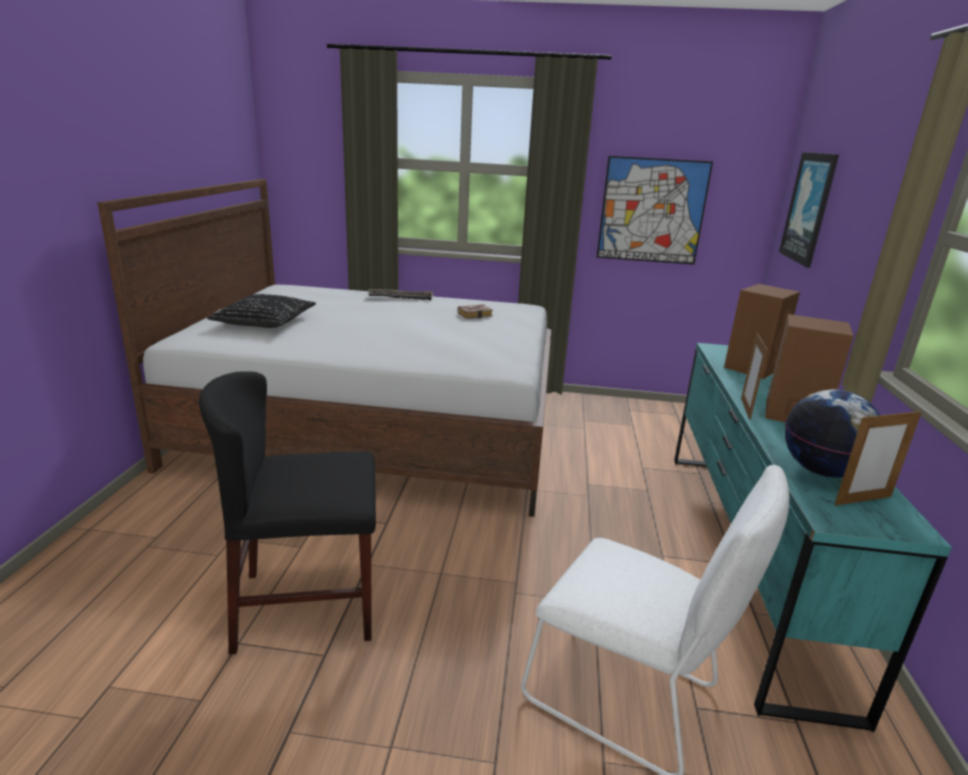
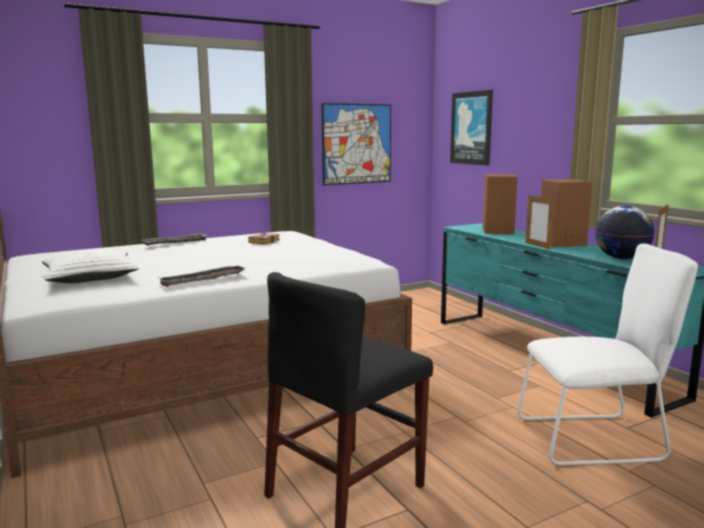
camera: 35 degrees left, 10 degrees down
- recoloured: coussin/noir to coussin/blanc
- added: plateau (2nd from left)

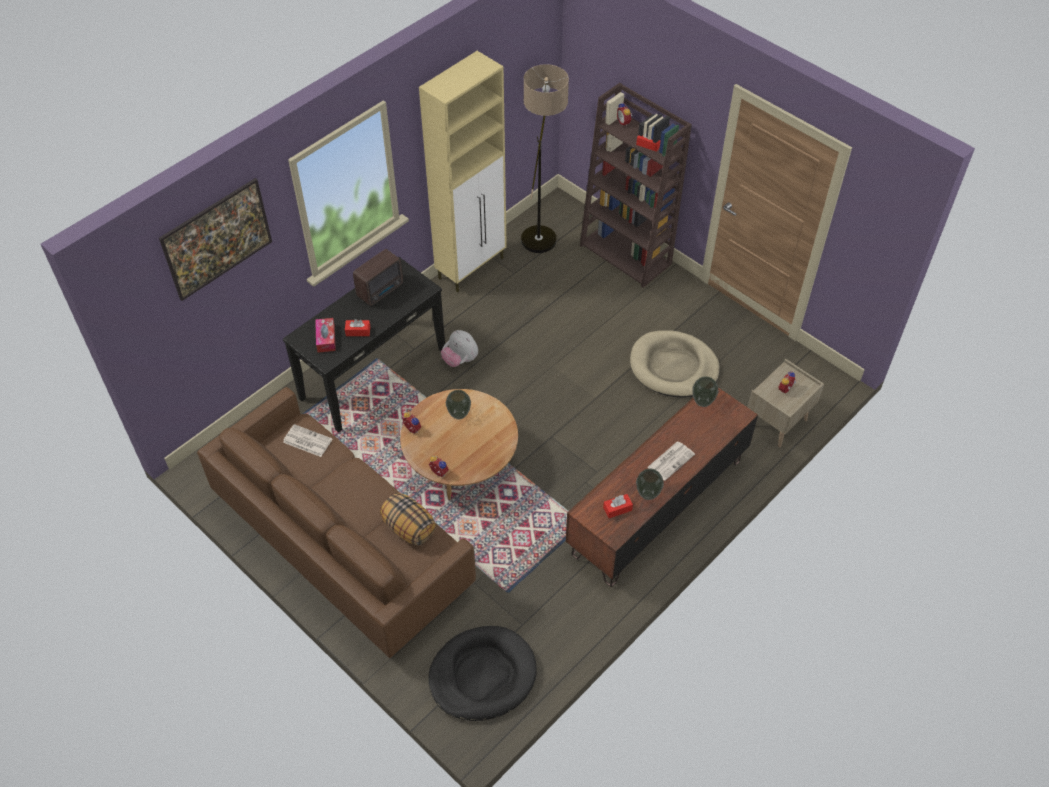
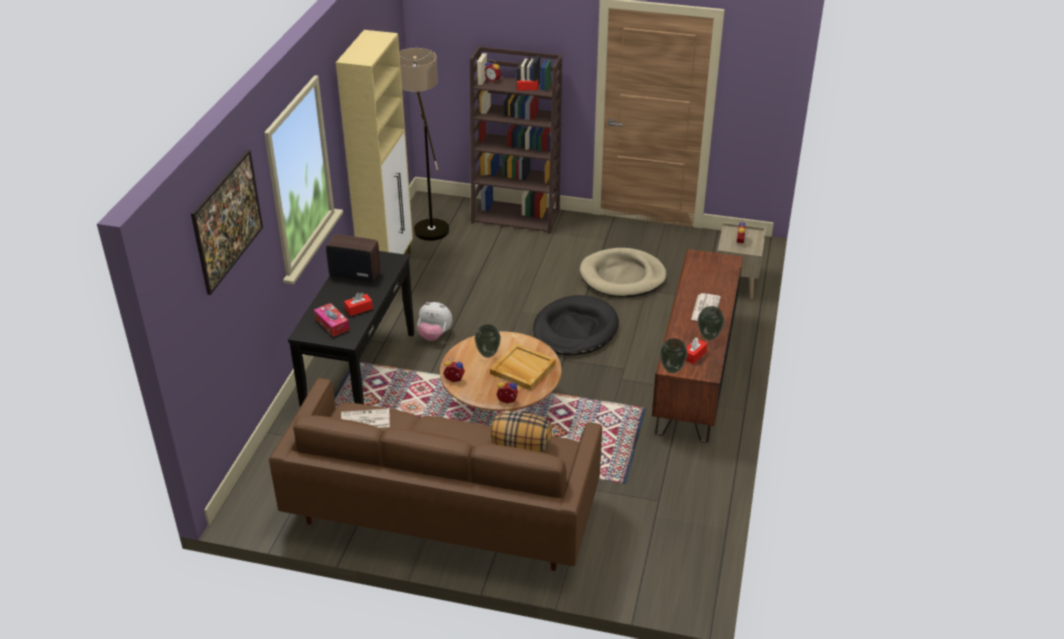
camera: 30 degrees left, 15 degrees down
- turned: radio 90 degrees counterclockwise
- moved: panier pour chien/noir
- moved: vase (3rd from left in the first image) to vase (2nd from left)
- added: plateau/beige

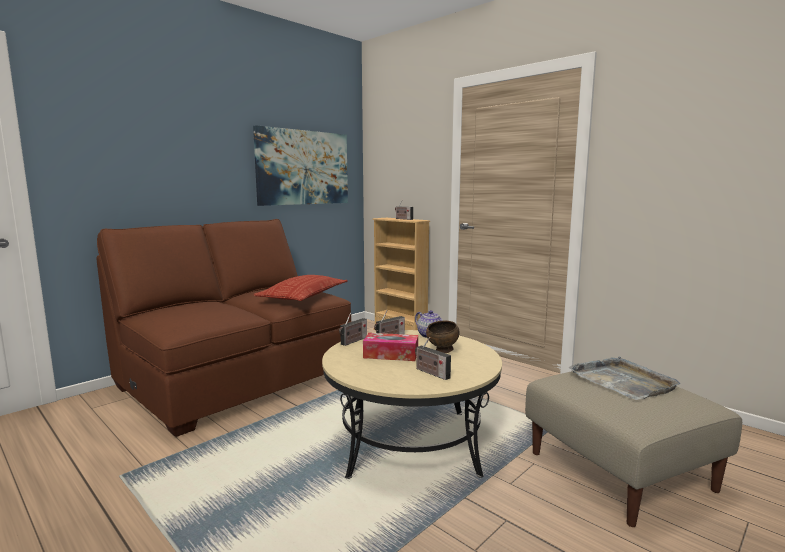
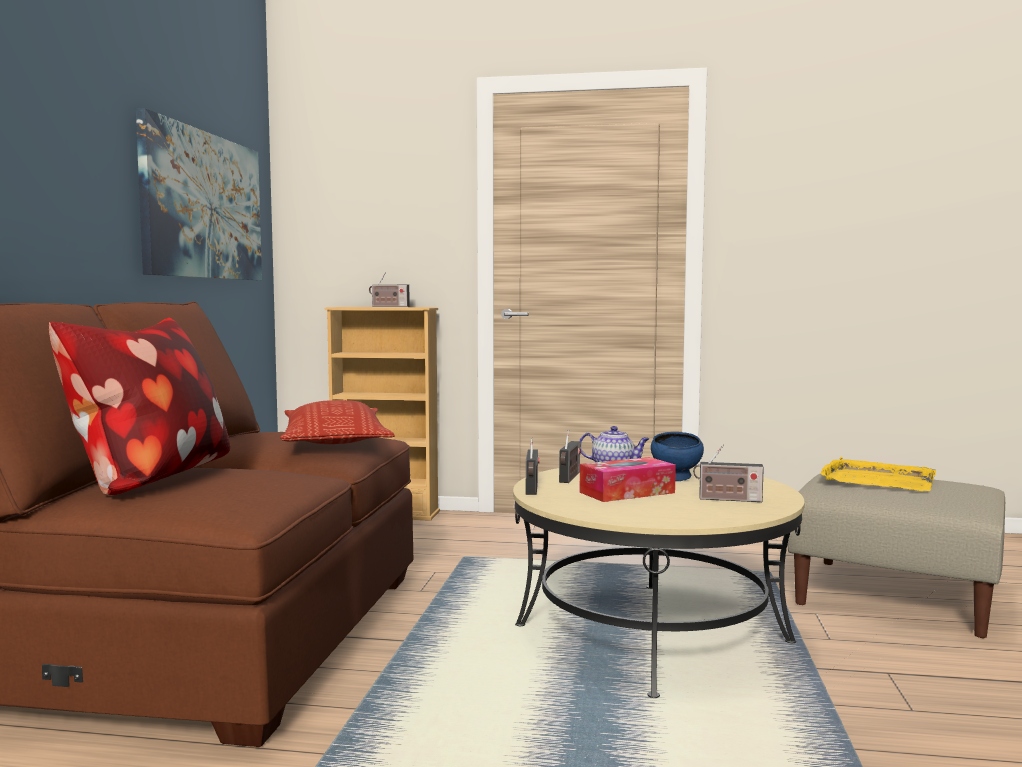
camera: 35 degrees left, 5 degrees down
- recoloured: bol/marron to bol/bleu
- recoloured: plateau/gris to plateau/jaune
- added: coussin (1st from left)

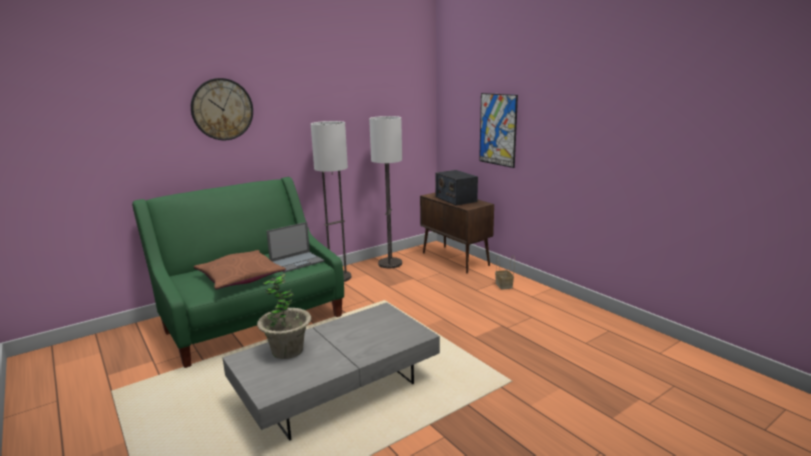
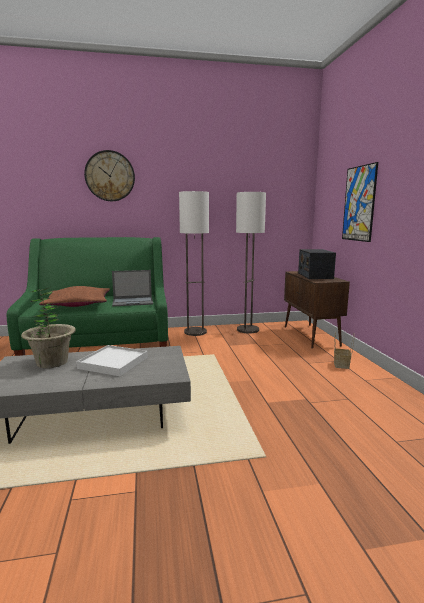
camera: 25 degrees right, 5 degrees down
- added: plateau/blanc

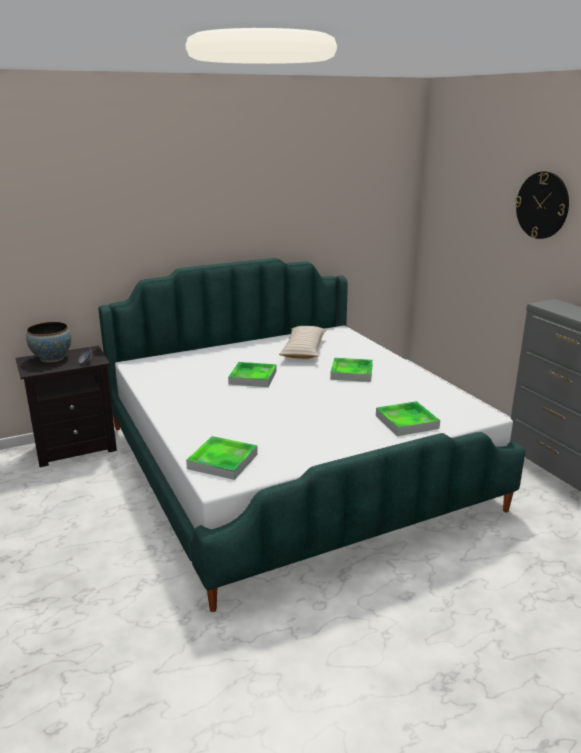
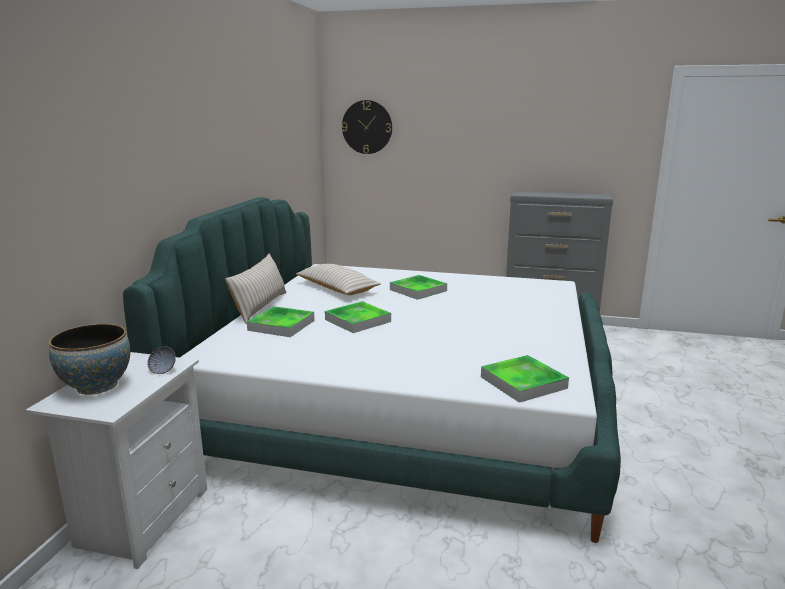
camera: 50 degrees left, 5 degrees down
- recoloured: table de chevet/noir to table de chevet/blanc
- moved: plateau (4th from left in the first image) to plateau (1st from left)
- moved: horloge murale
- added: coussin/beige (1st from left)

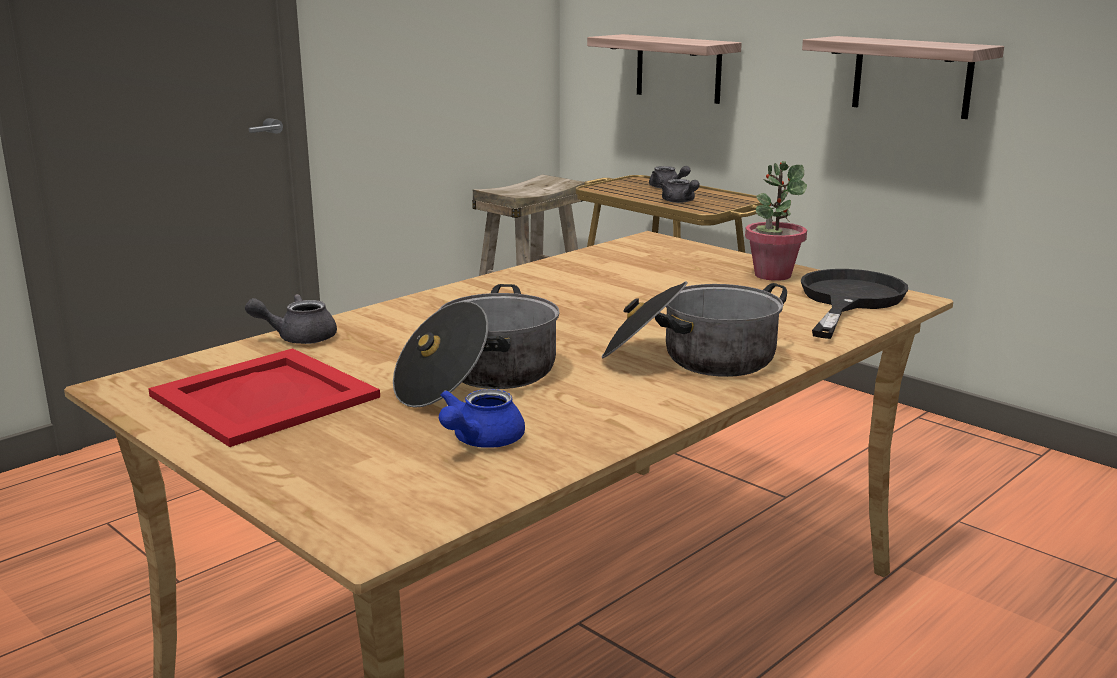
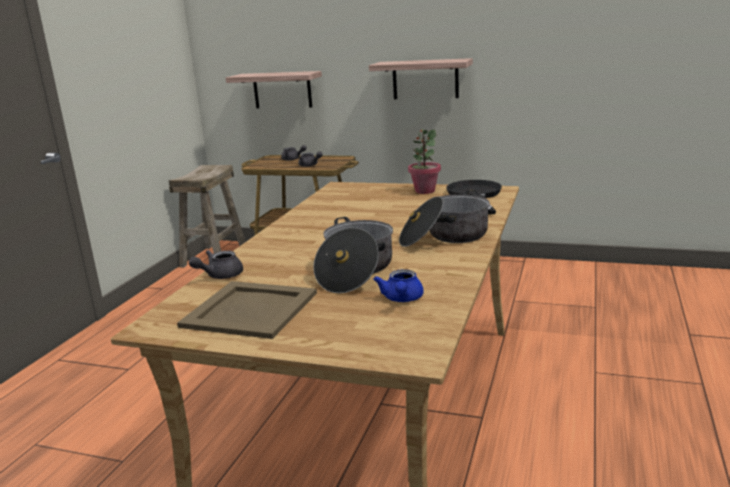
camera: 25 degrees left, 0 degrees up
- recoloured: plateau/rouge to plateau/beige

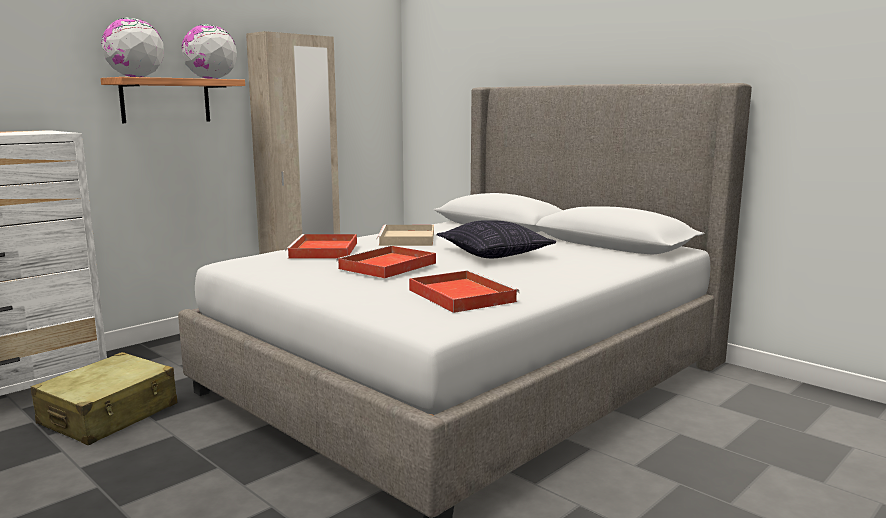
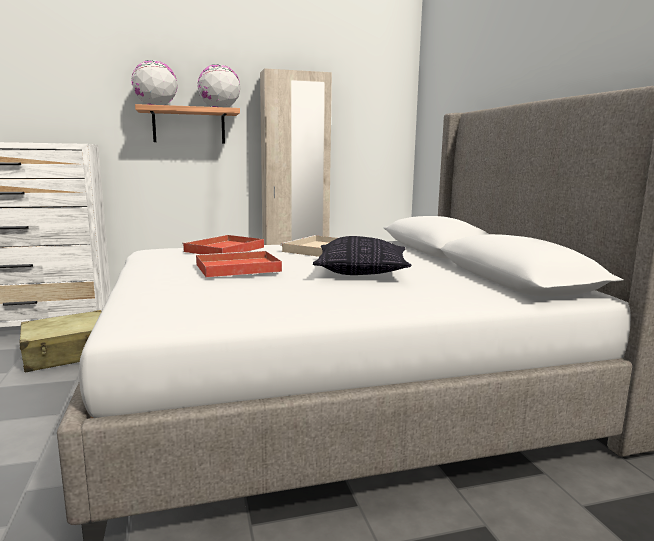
camera: 30 degrees right, 0 degrees up
- removed: plateau/rouge (3rd from left)

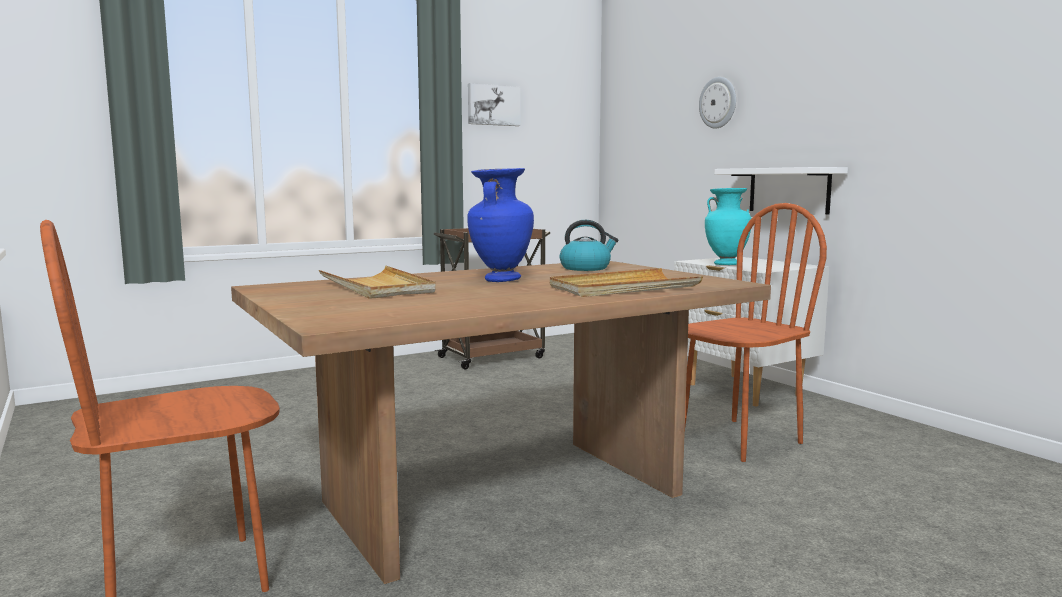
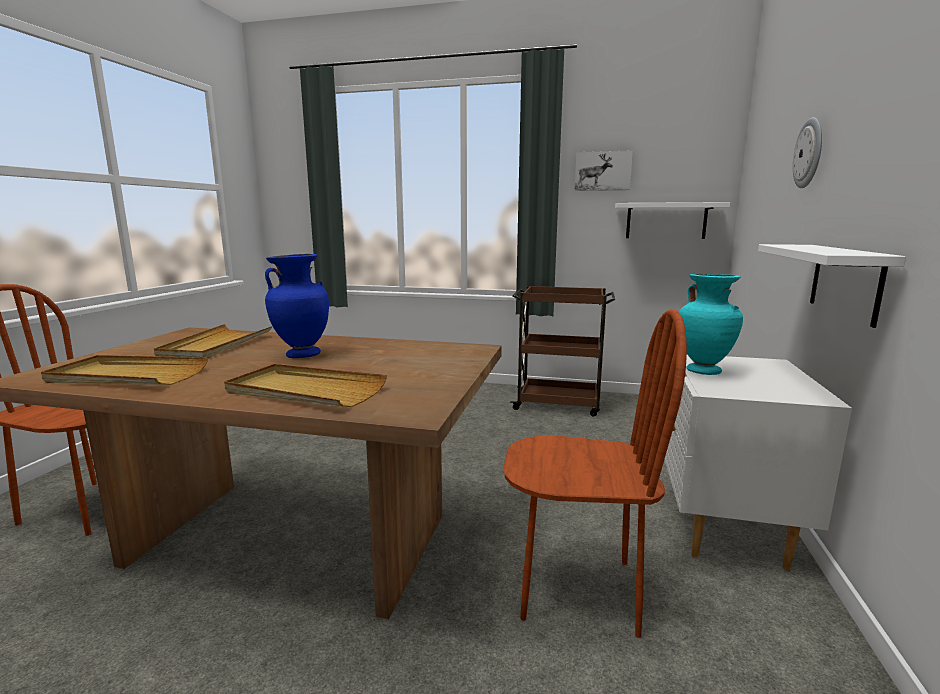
camera: 45 degrees right, 5 degrees up
- removed: bouilloire
- added: plateau/beige (1st from left)
- added: étagère/blanc (1st from left)

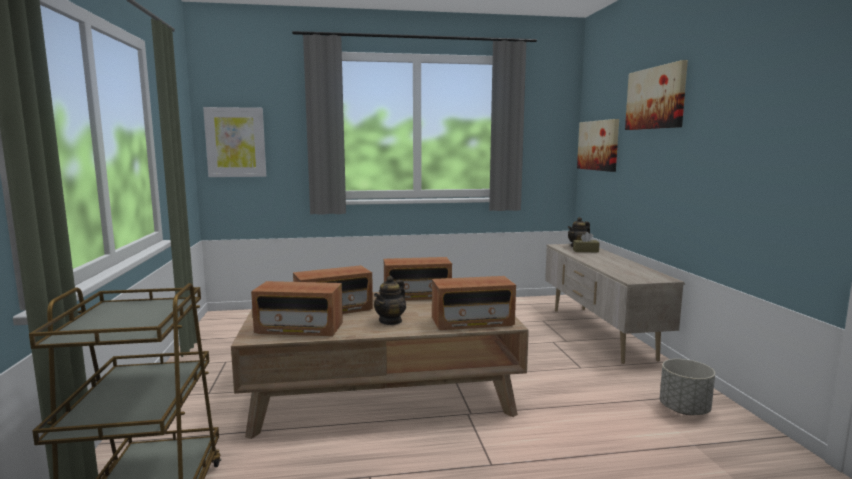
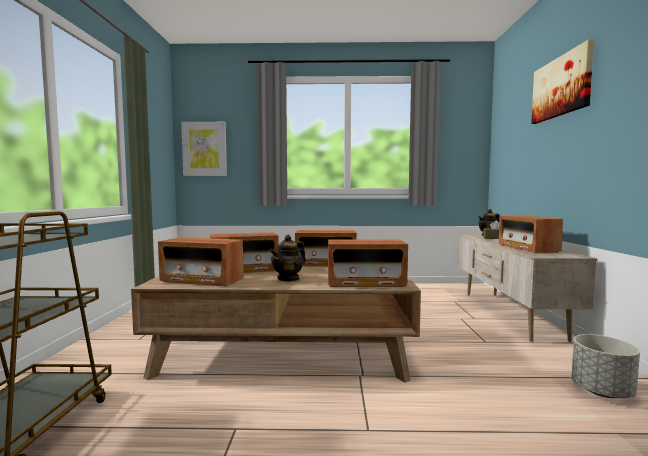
camera: 10 degrees right, 5 degrees down
- removed: tableau (2nd from left)
- added: radio (5th from left)

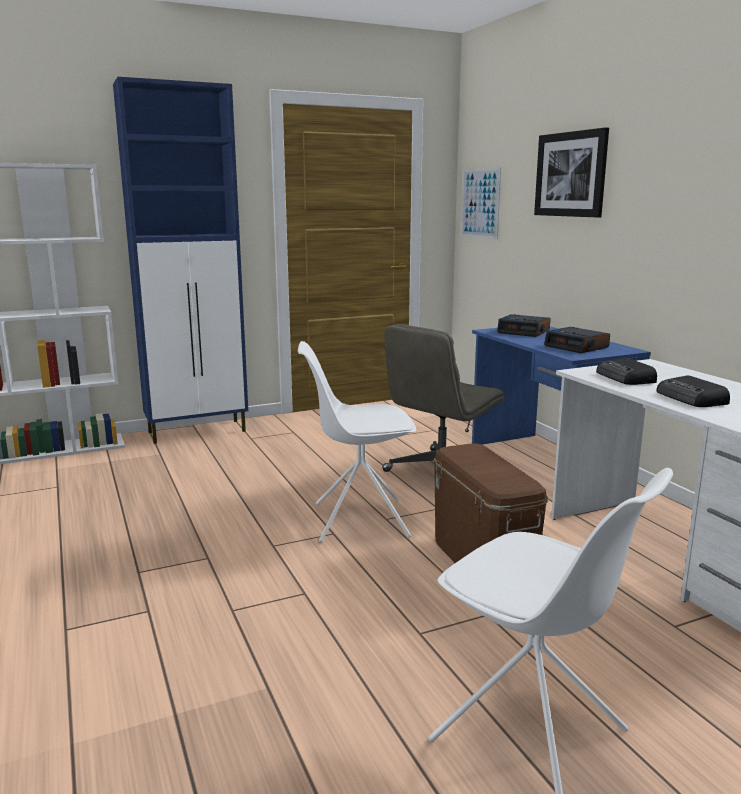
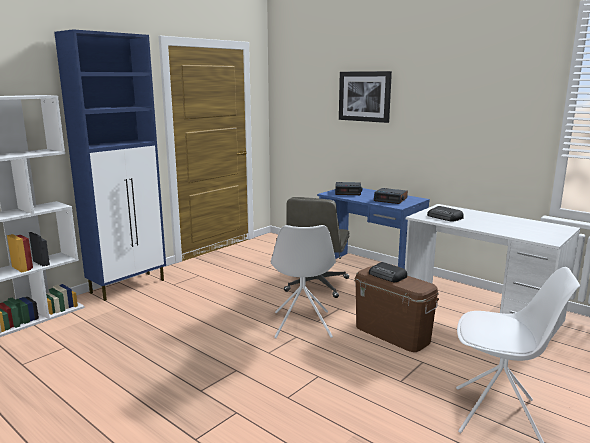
camera: 25 degrees left, 0 degrees up
- turned: chaise/blanc (1st from left) 60 degrees counterclockwise
- removed: tableau (1st from left)
- moved: radio (2nd from left in the first image) to radio (1st from left)

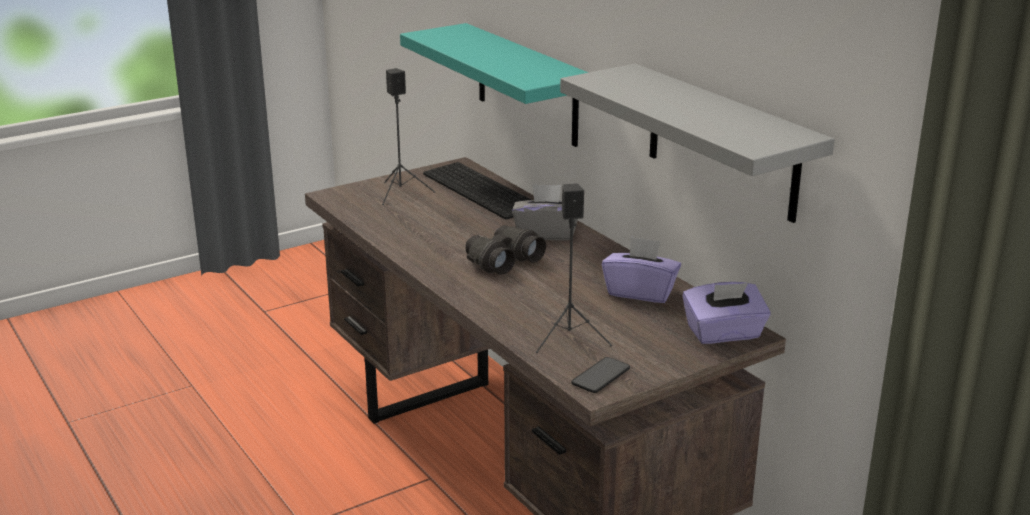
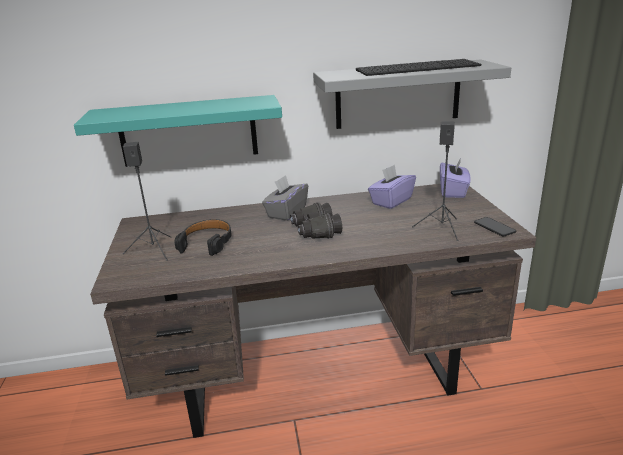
camera: 65 degrees left, 0 degrees up
- moved: clavier
- added: casque audio/noir

